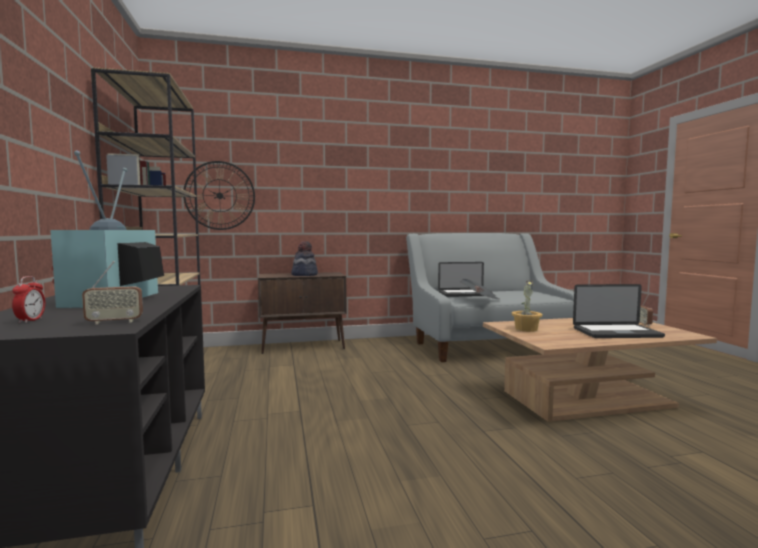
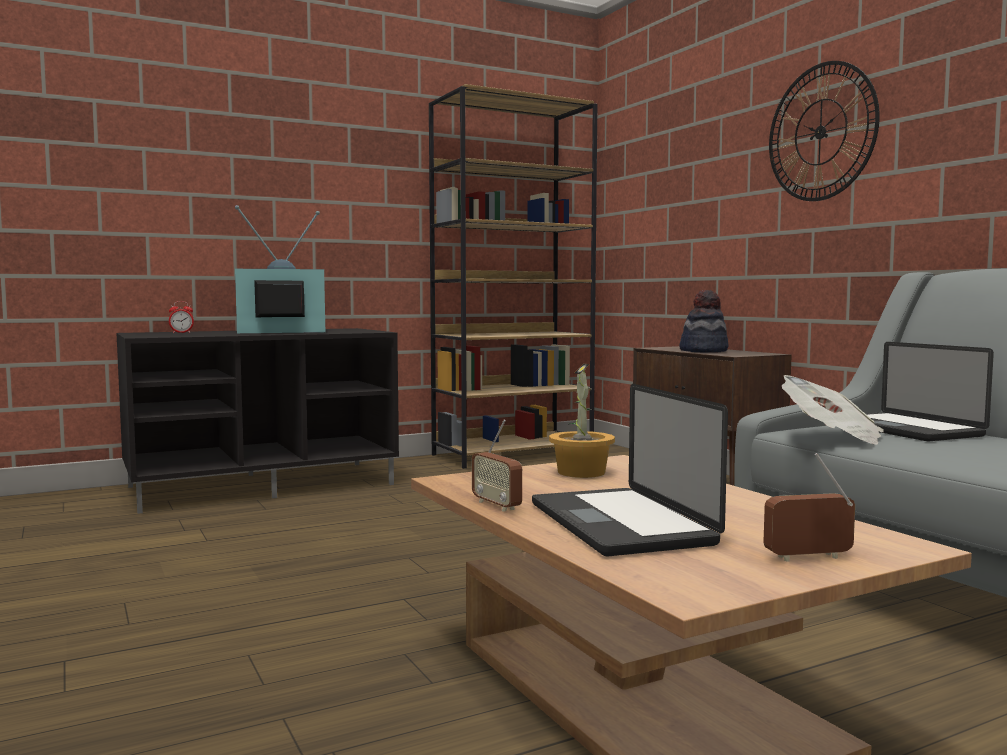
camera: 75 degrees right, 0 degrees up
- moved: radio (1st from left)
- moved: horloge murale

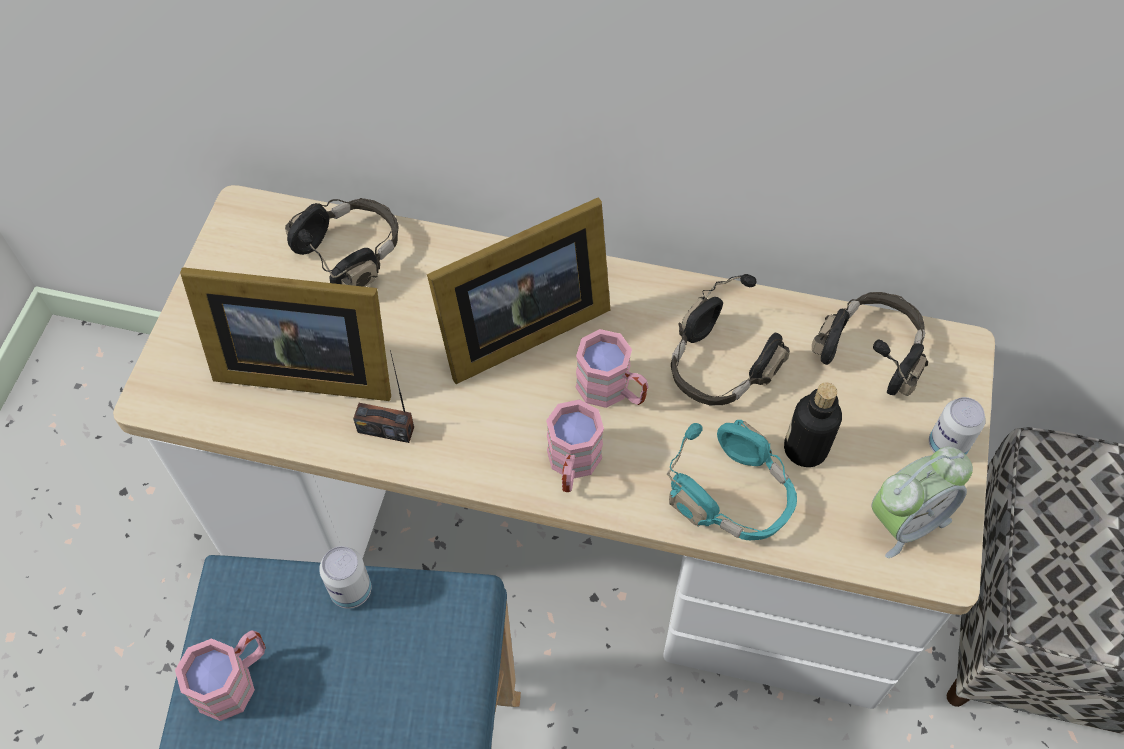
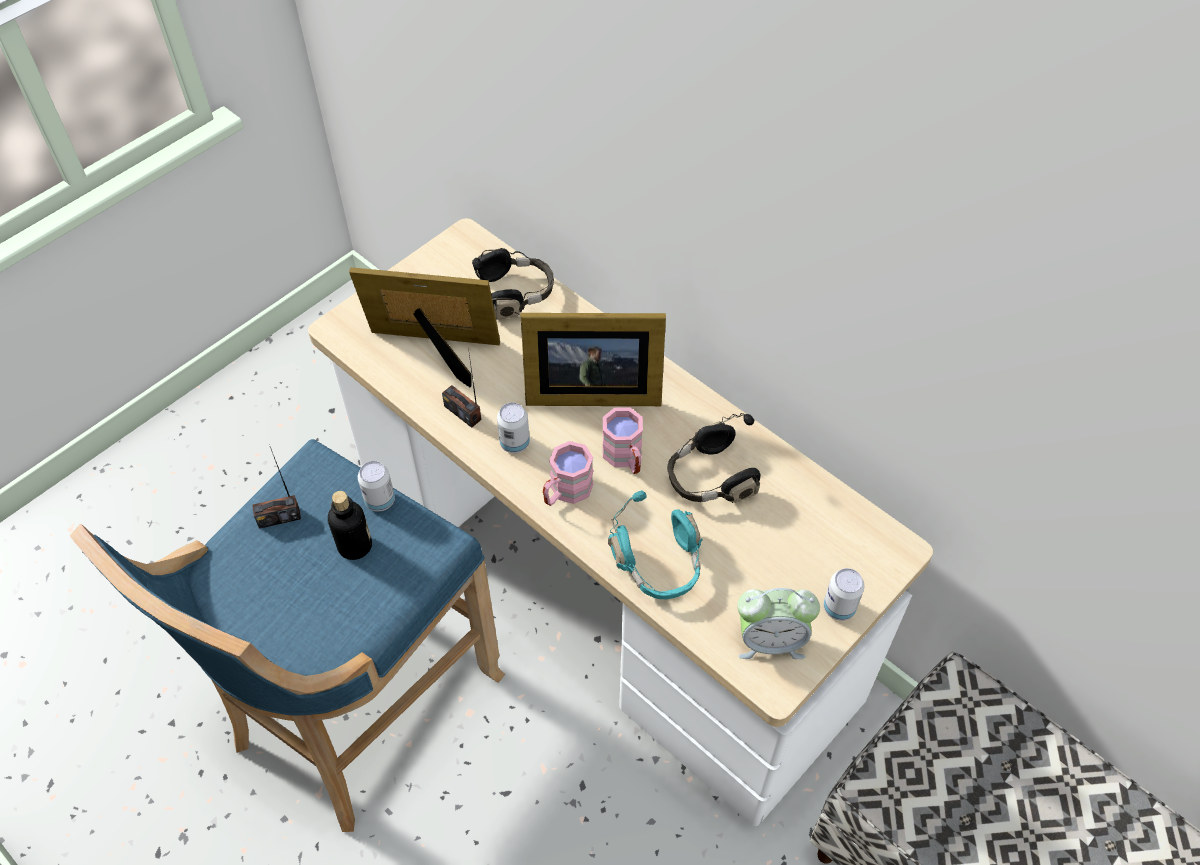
camera: 30 degrees right, 5 degrees down
- replaced: mug/rose (1st from left) to radio (1st from left)
- turned: cadre photo (1st from left) 150 degrees clockwise
- moved: bouteille
- removed: casque audio/noir (3rd from left)
- added: boîte métallique (2nd from left)

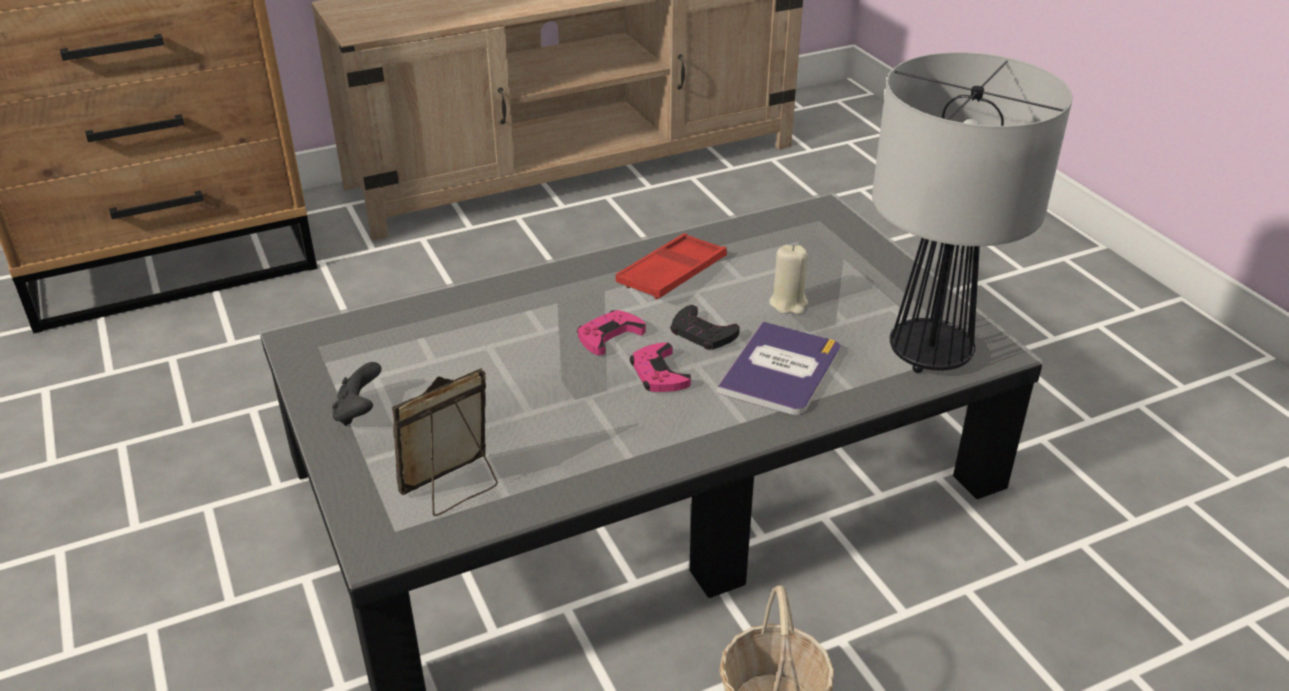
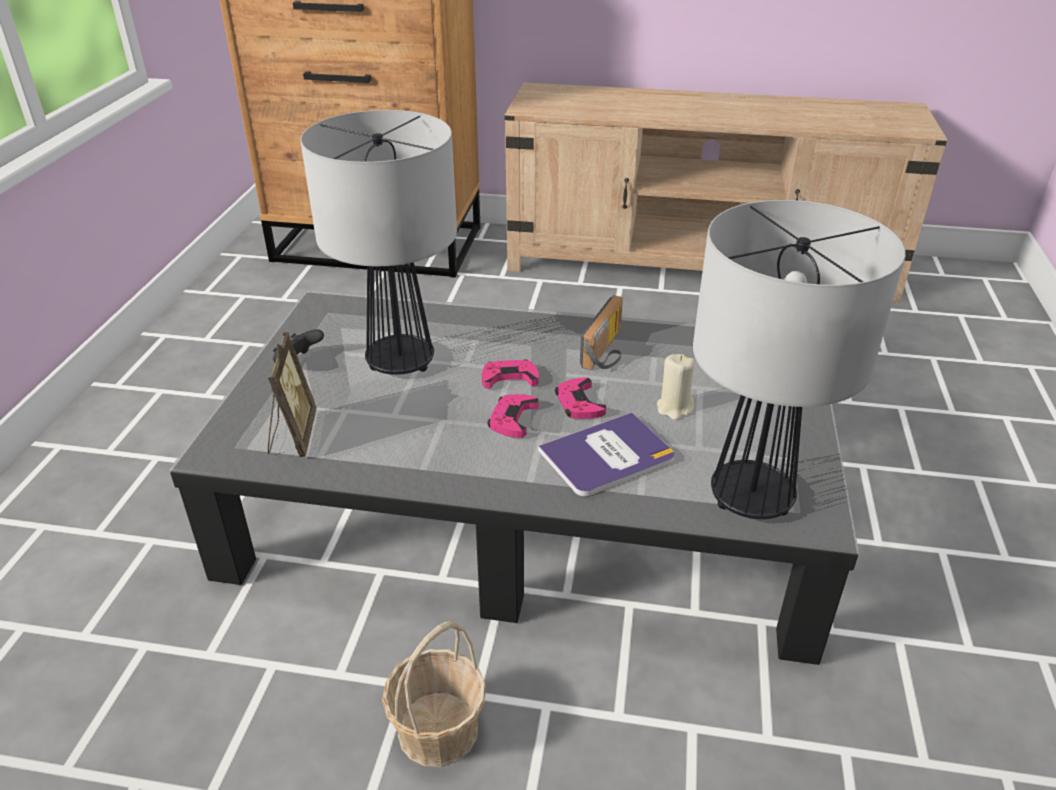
camera: 35 degrees right, 0 degrees up
- turned: cadre photo 90 degrees clockwise
- replaced: plateau/rouge to radio
- recoloured: manette/noir (2nd from left) to manette/rose (3rd from left)
- added: lampe de table (1st from left)

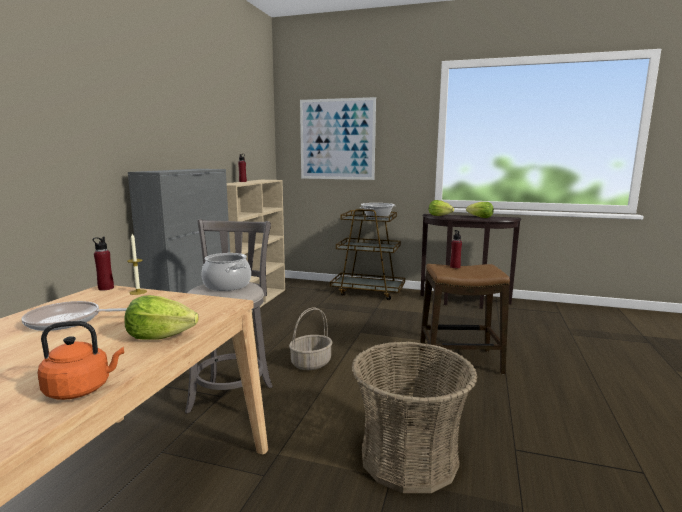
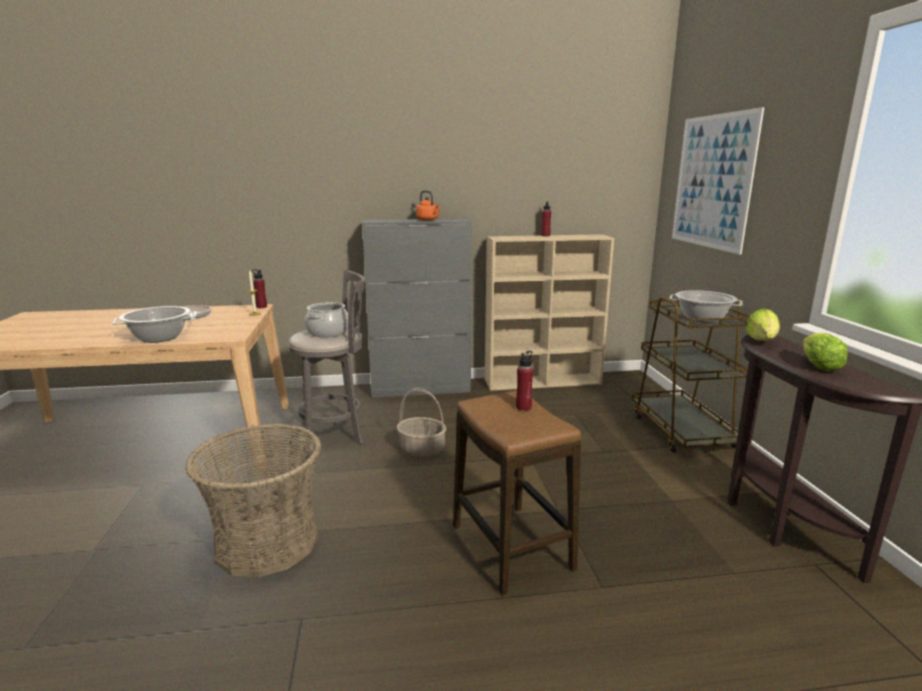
camera: 65 degrees right, 5 degrees up
- moved: bouilloire/orange
- replaced: laitue (1st from left) to marmite (1st from left)

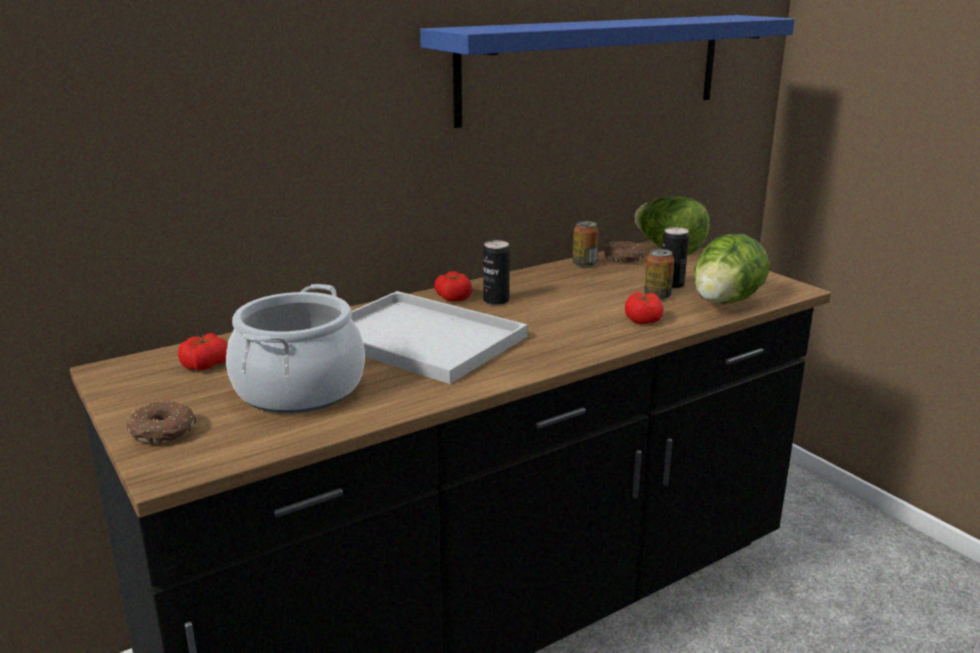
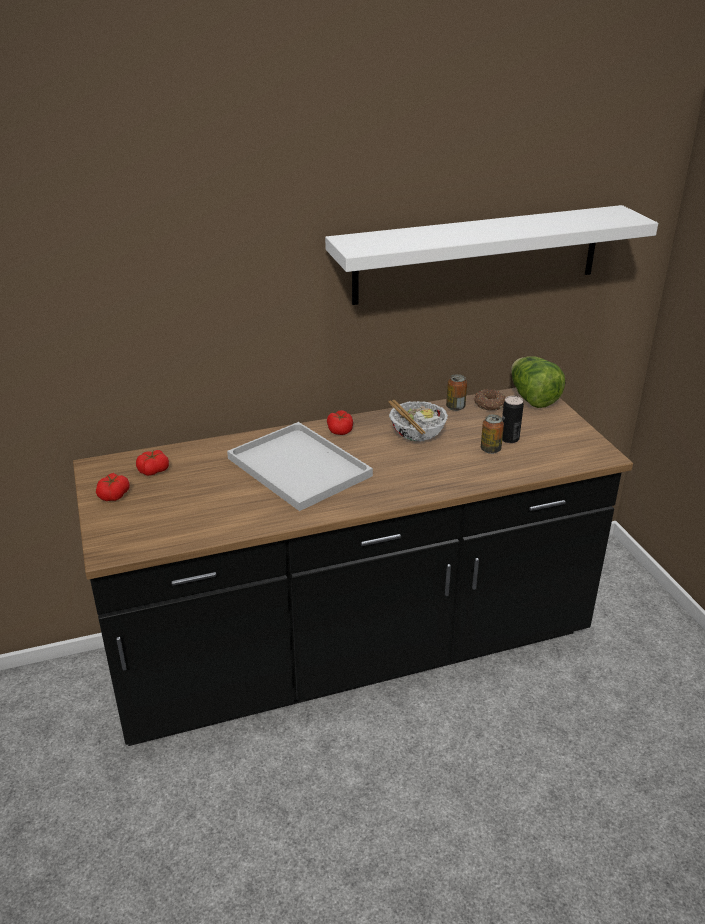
camera: 15 degrees right, 10 degrees up
- removed: beignet (1st from left)
- removed: marmite
- recoloured: étagère/bleu to étagère/blanc
- removed: boîte métallique (1st from left)
- moved: tomate (3rd from left in the first image) to tomate (1st from left)
- removed: laitue (2nd from left)
- added: bol

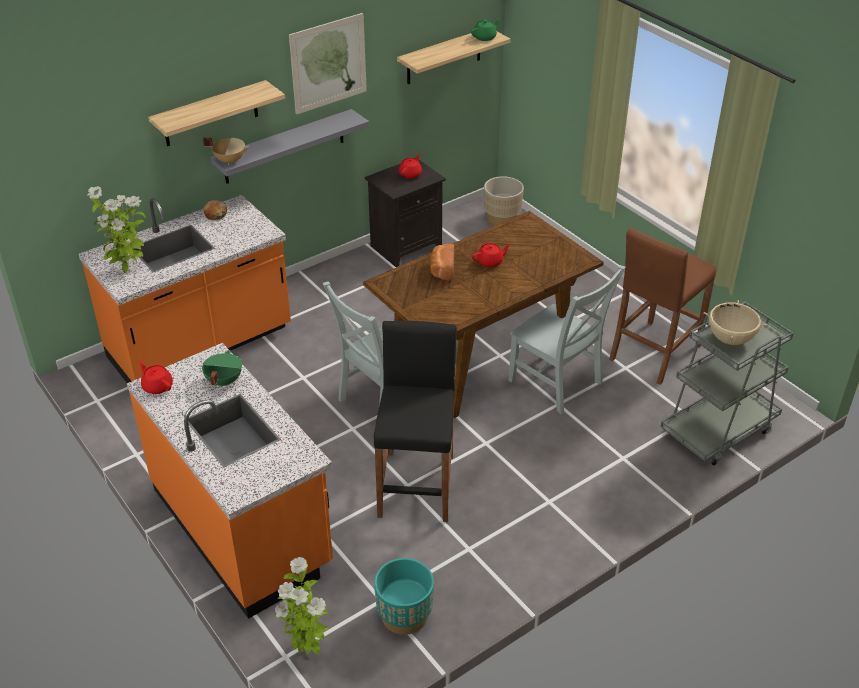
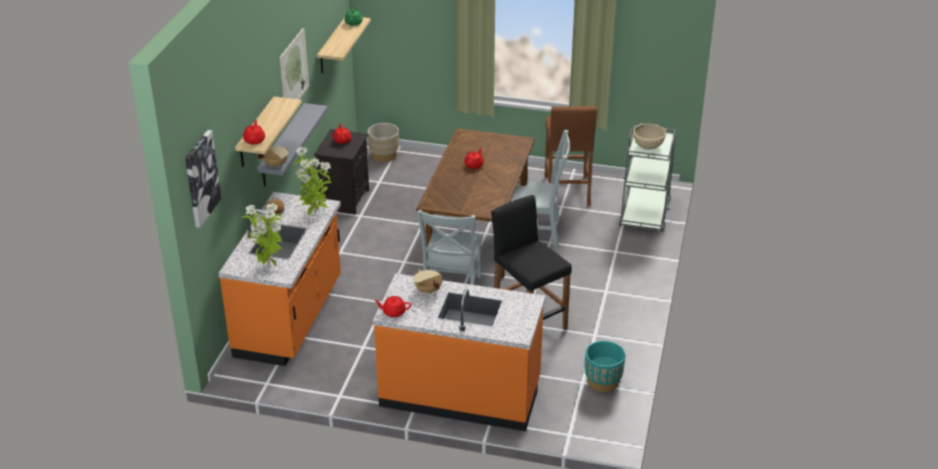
camera: 40 degrees left, 5 degrees down
- recoloured: marmite/vert to marmite/beige (2nd from left)
- moved: plante en pot (2nd from left)
- removed: pain (2nd from left)
- added: tableau (1st from left)
- added: théière/rouge (1st from left)

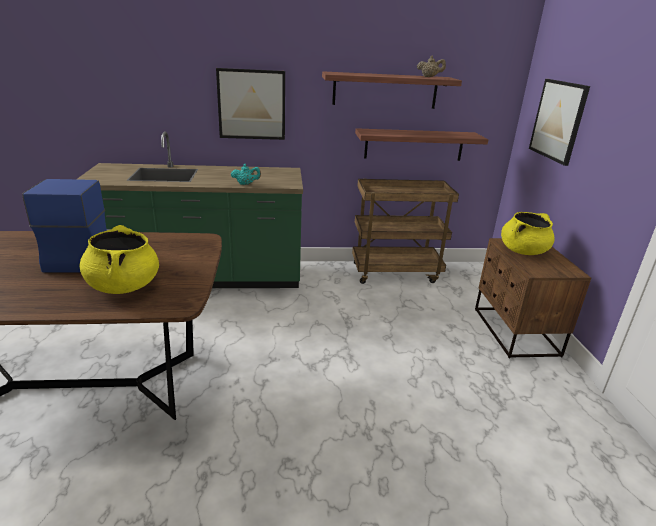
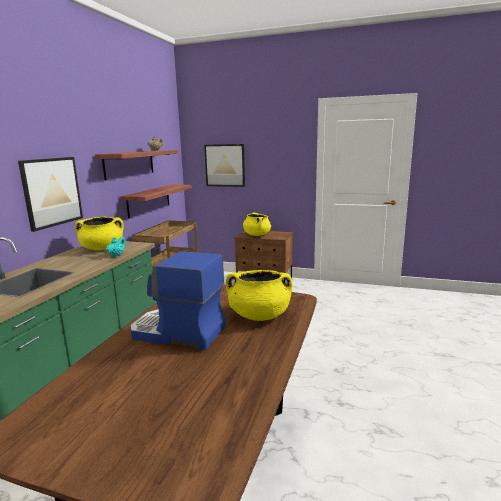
camera: 65 degrees left, 10 degrees down
- added: marmite/jaune (1st from left)

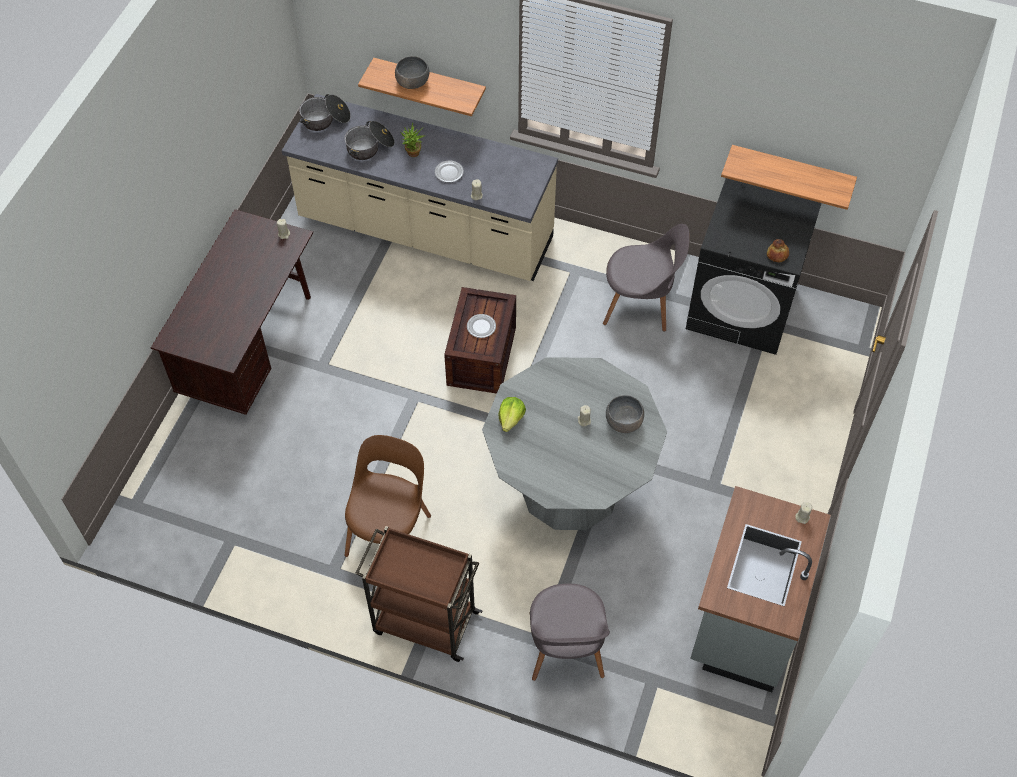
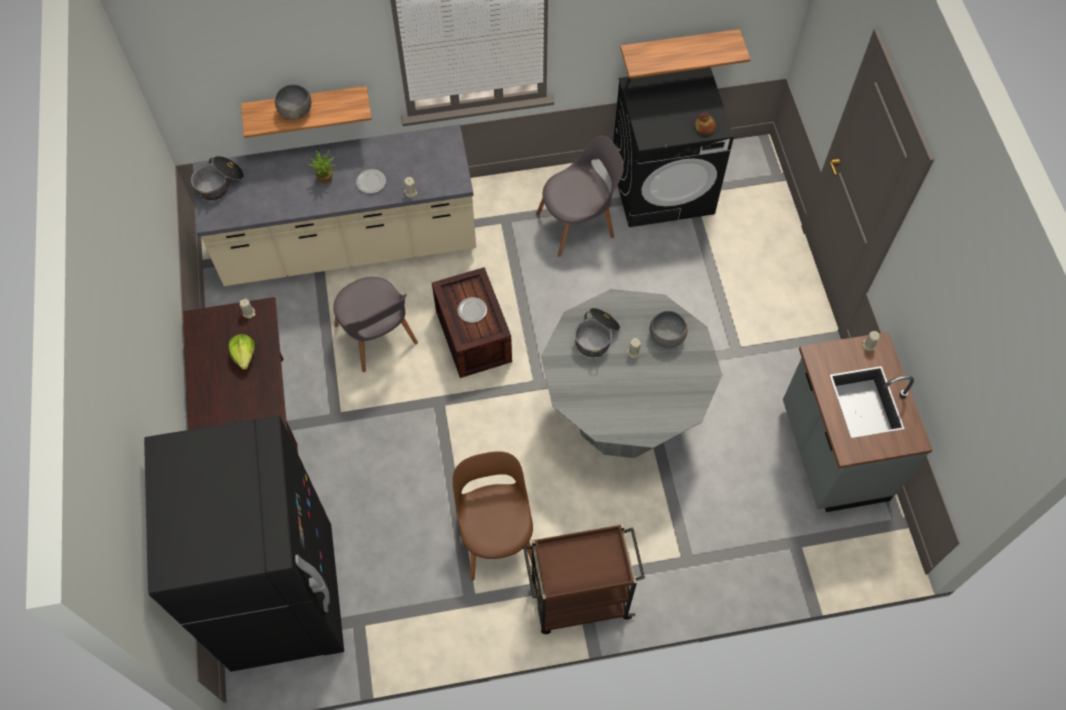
camera: 30 degrees left, 5 degrees up
- moved: marmite (2nd from left)
- moved: laitue
- moved: chaise/gris (1st from left)
- added: réfrigérateur/noir

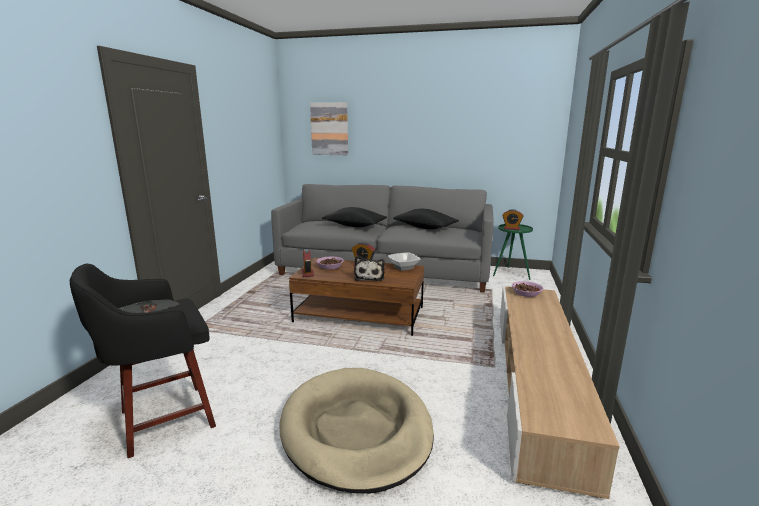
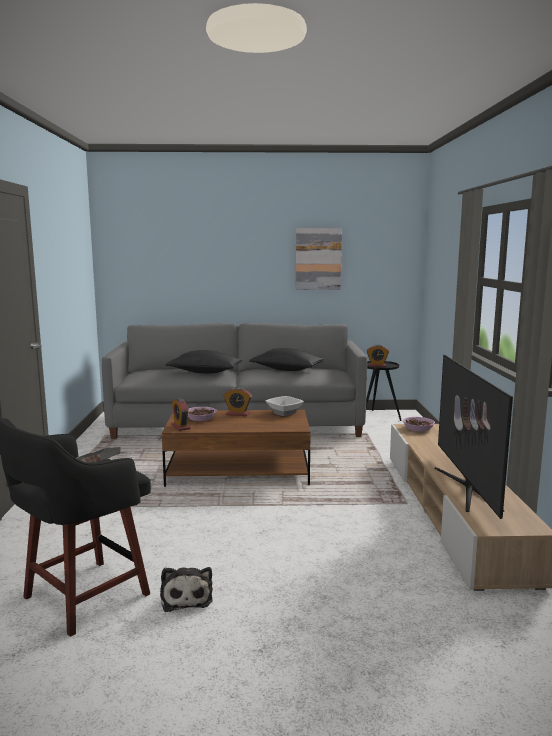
camera: 15 degrees left, 5 degrees down
- removed: panier pour chien/beige
- moved: tableau
- moved: peluche
- recoloured: table d'appoint/vert to table d'appoint/noir
- added: téléviseur

